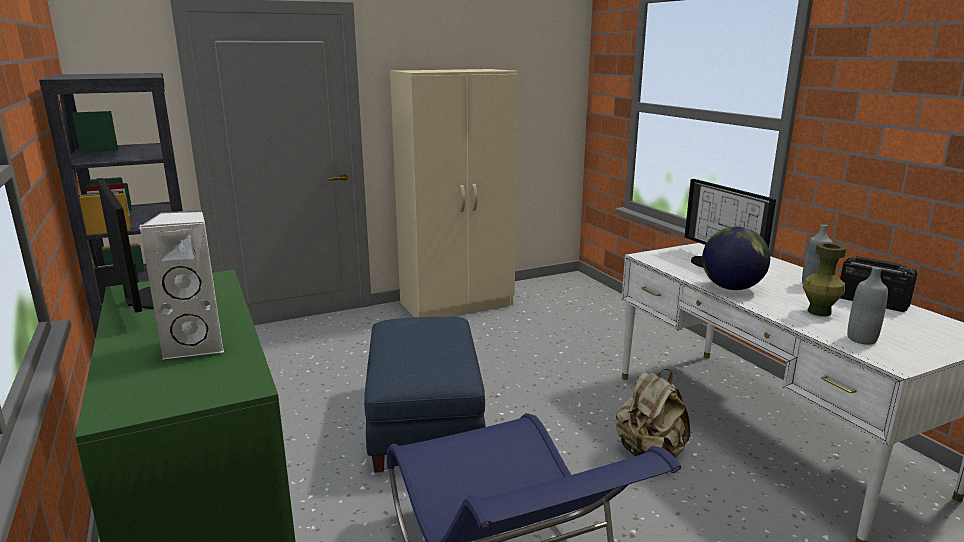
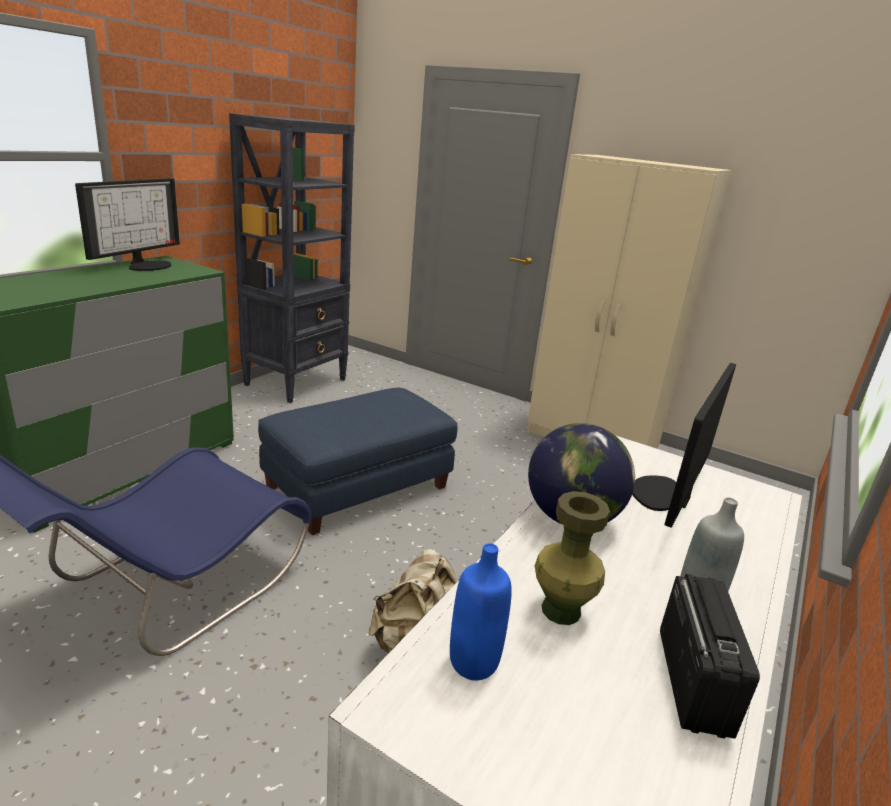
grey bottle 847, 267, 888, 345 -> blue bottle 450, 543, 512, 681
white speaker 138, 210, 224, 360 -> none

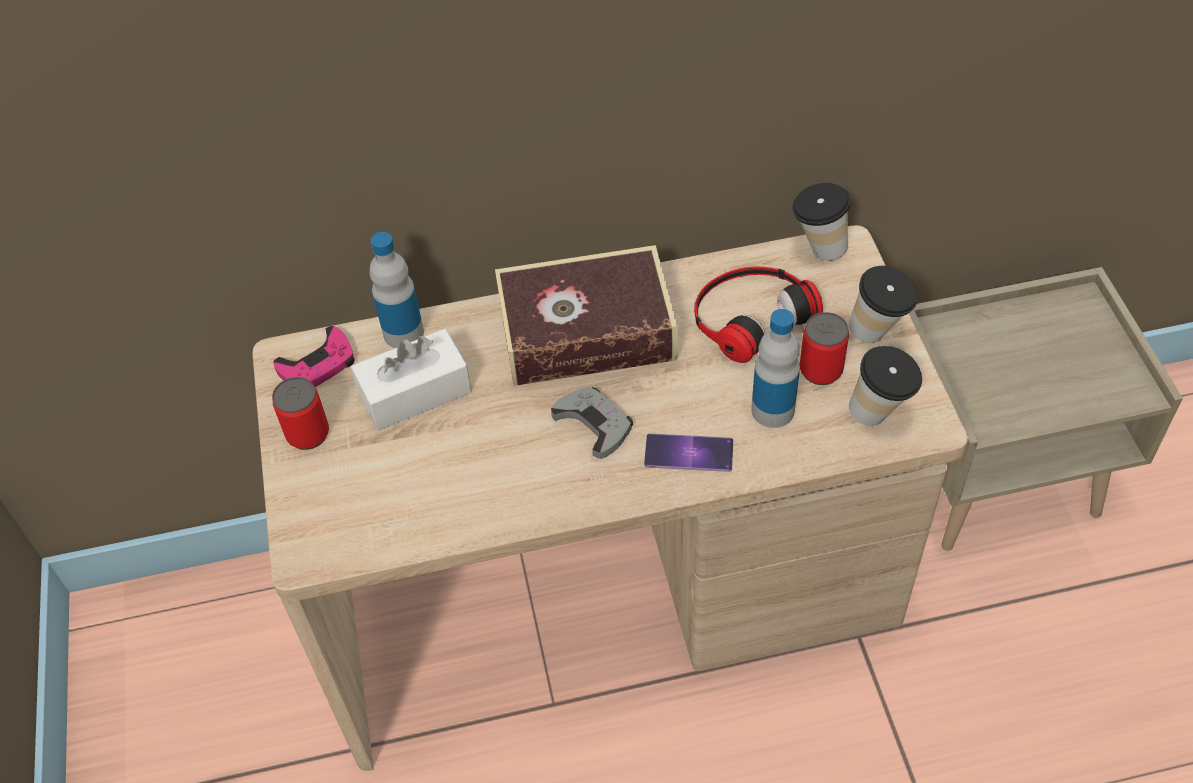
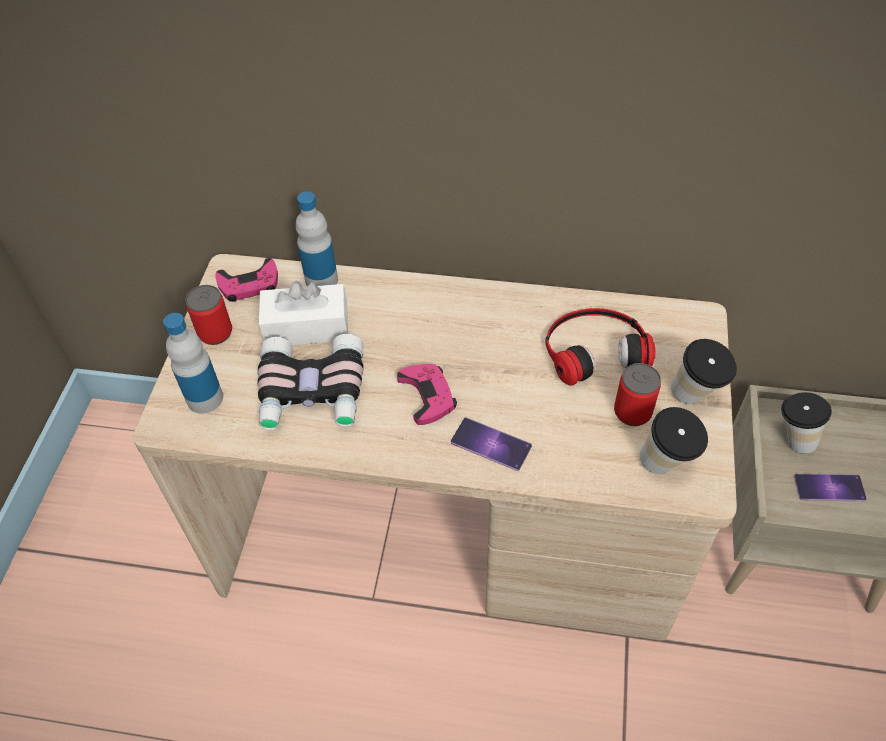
bottle 751, 309, 800, 428 -> bottle 163, 313, 223, 414, shifted
none -> binoculars 258, 334, 364, 430
grey game controller 551, 387, 633, 459 -> pink game controller 397, 364, 457, 425
cup 792, 183, 850, 261 -> cup 781, 392, 832, 454, shifted
none -> phone 794, 474, 867, 501
book 495, 245, 678, 386 -> none

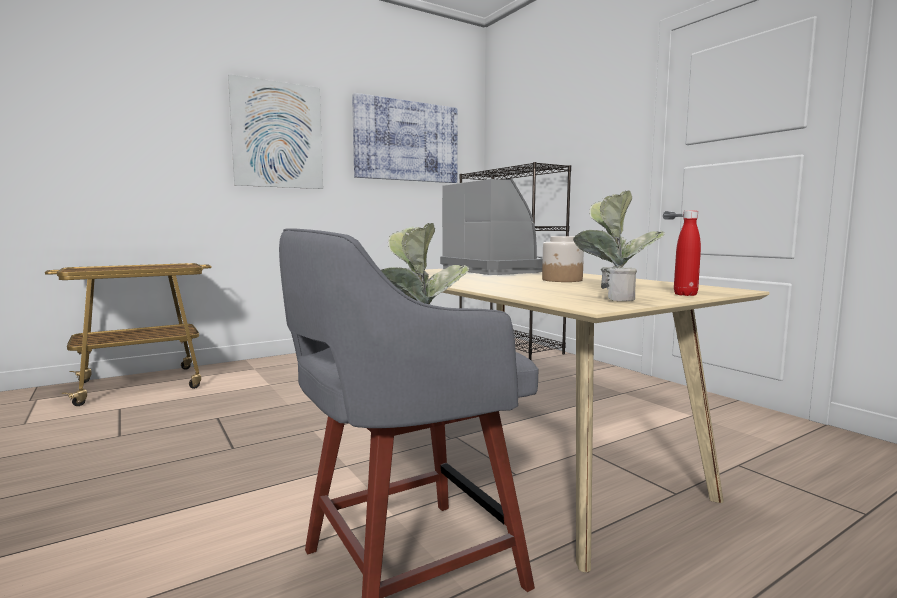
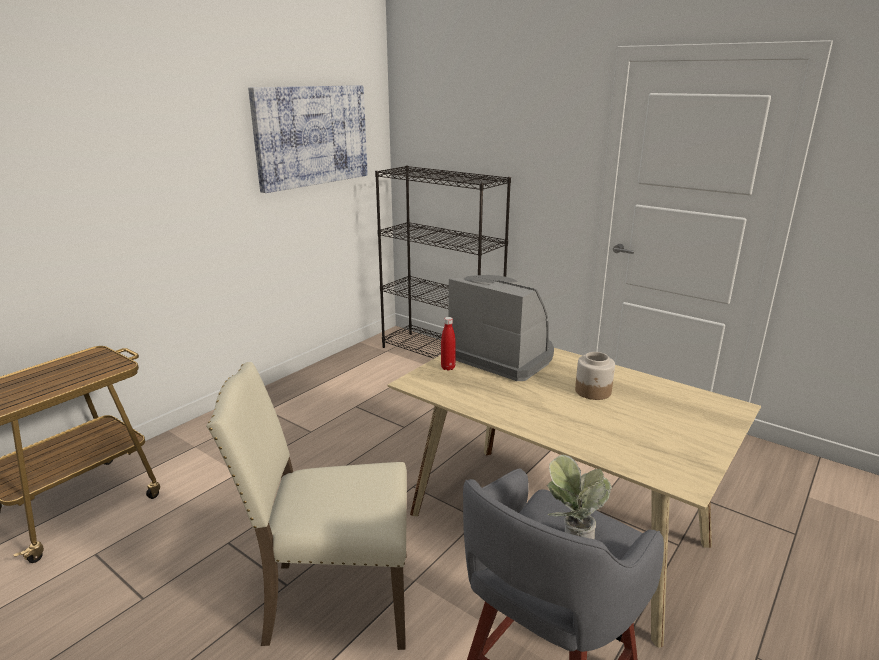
none -> beige chair 206, 362, 407, 650
red bottle 674, 210, 701, 296 -> red bottle 441, 317, 456, 370, shifted
picture 228, 74, 323, 189 -> none
potted plant 573, 191, 665, 301 -> none

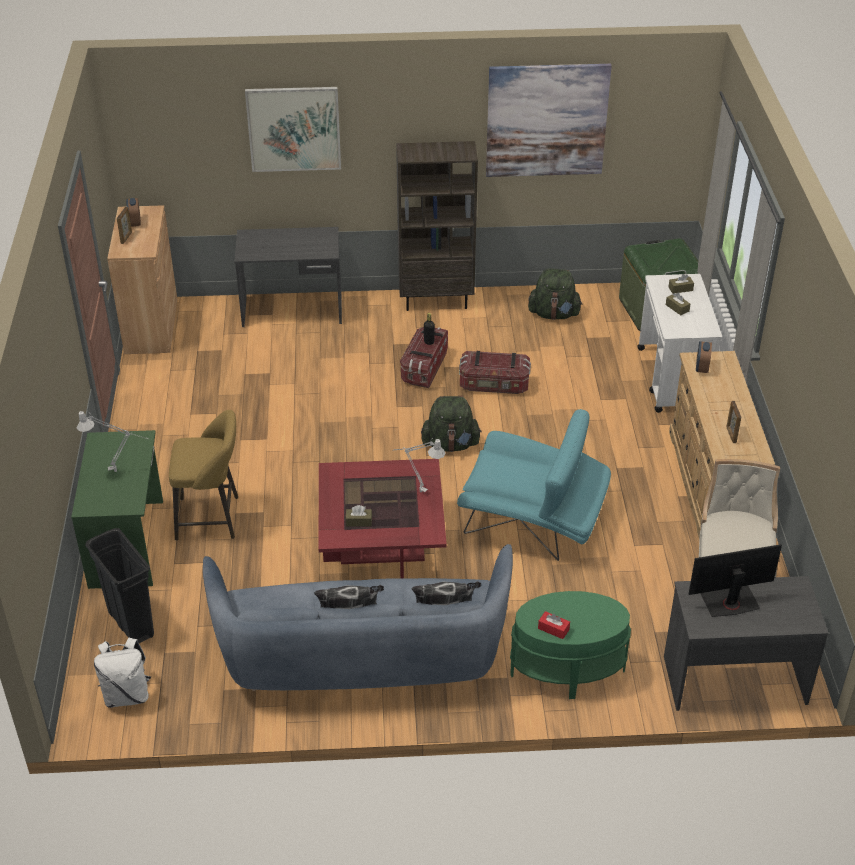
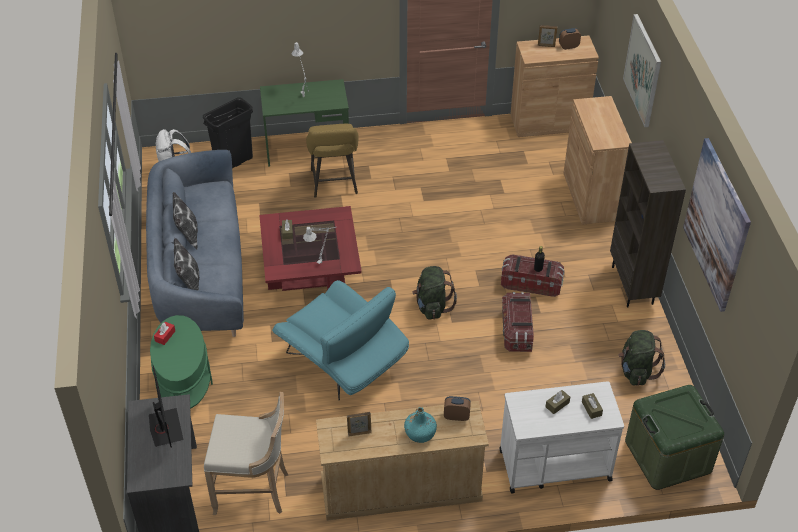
turquoise armchair 457, 409, 611, 561 -> turquoise armchair 272, 280, 409, 400, 60 degrees counterclockwise
none -> turquoise bottle 404, 407, 437, 443
grey desk 235, 227, 342, 327 -> brown cabinet 564, 96, 632, 225

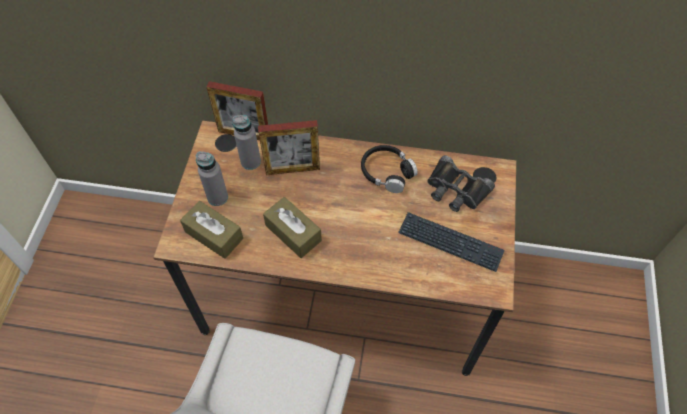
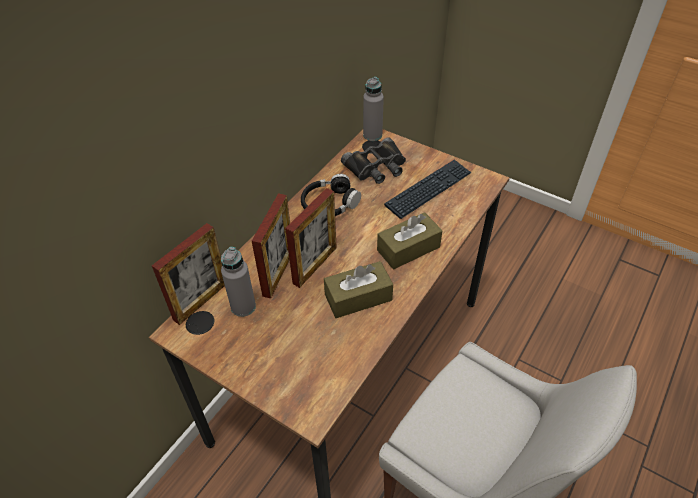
none -> picture frame 285, 188, 337, 288
grey bottle 195, 151, 228, 206 -> grey bottle 363, 77, 384, 141, shifted
brown tissue box 180, 201, 243, 259 -> brown tissue box 377, 212, 443, 269, shifted

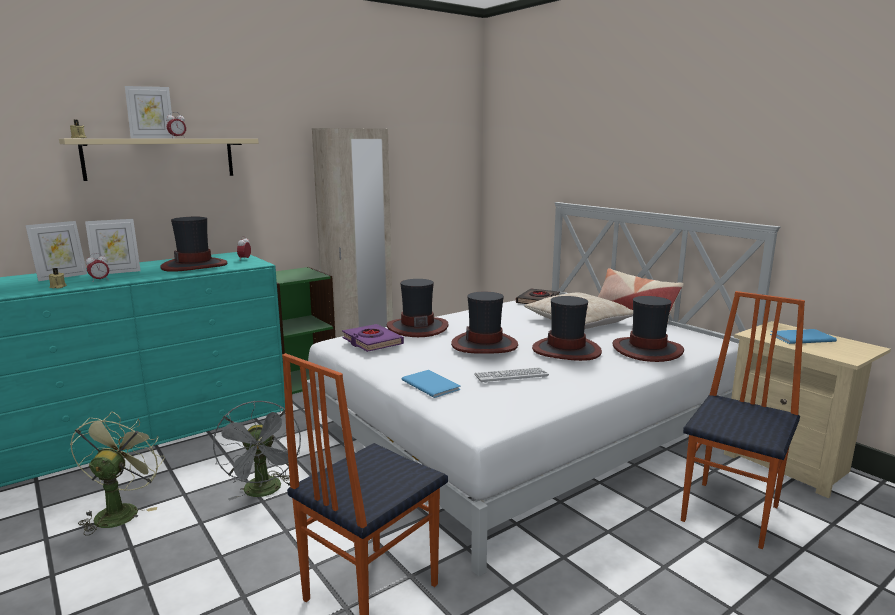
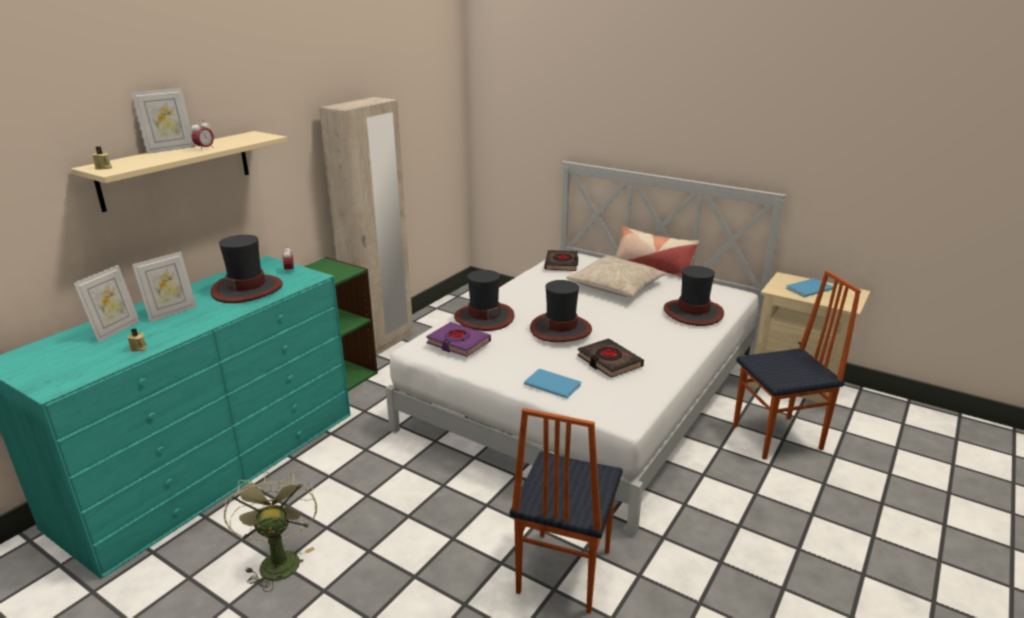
keyboard 474, 367, 549, 383 -> black book 577, 338, 644, 378
chair 681, 291, 805, 549 -> chair 733, 270, 861, 460, 60 degrees clockwise
alarm clock 86, 253, 109, 281 -> none
grey fan 213, 400, 301, 501 -> none
hat 532, 296, 602, 361 -> none

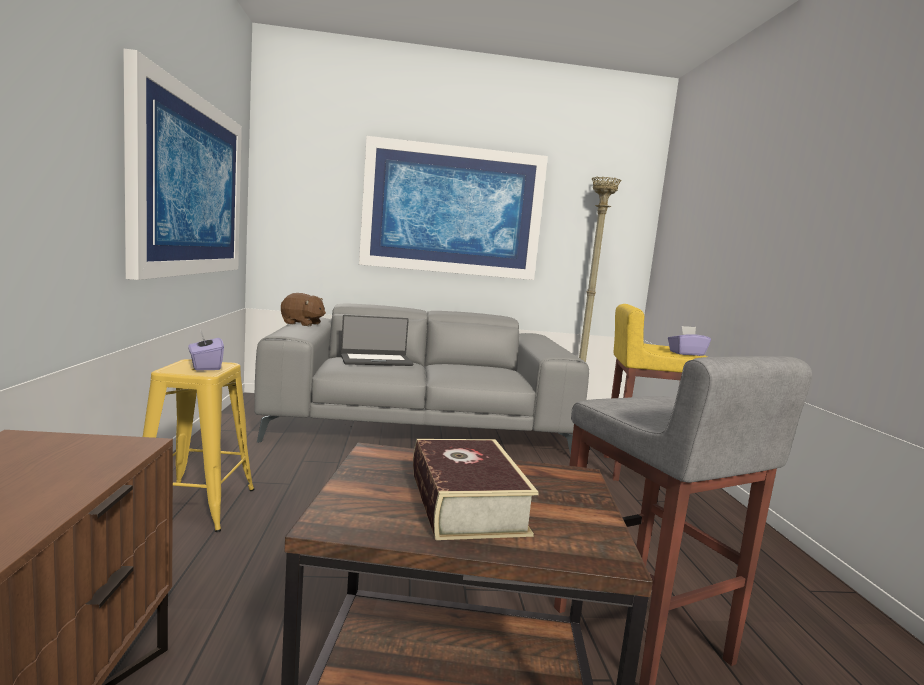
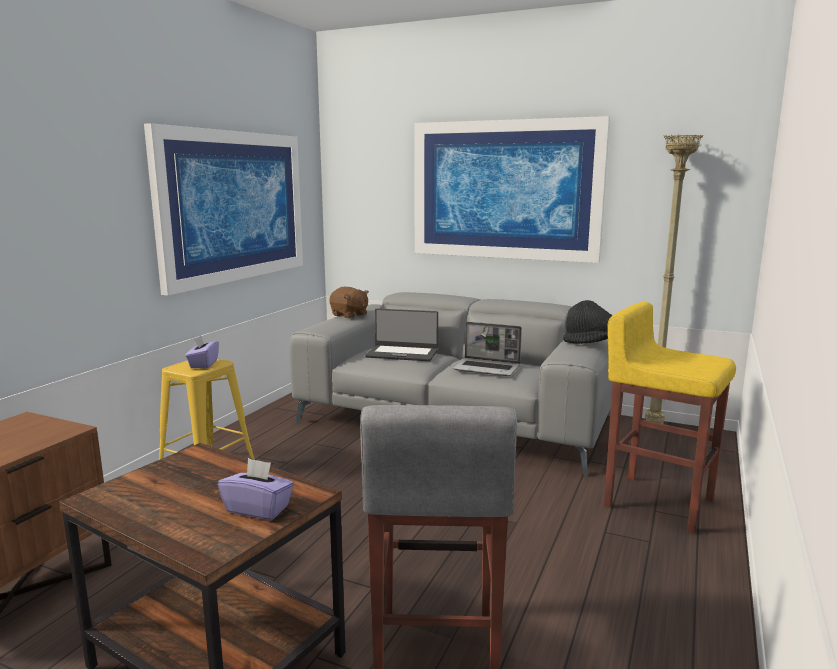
purple tissue box 668, 326, 711, 356 -> purple tissue box 218, 458, 294, 520, shifted
none -> laptop 453, 322, 522, 376
none -> black hat 563, 300, 612, 344
book 413, 439, 539, 540 -> none

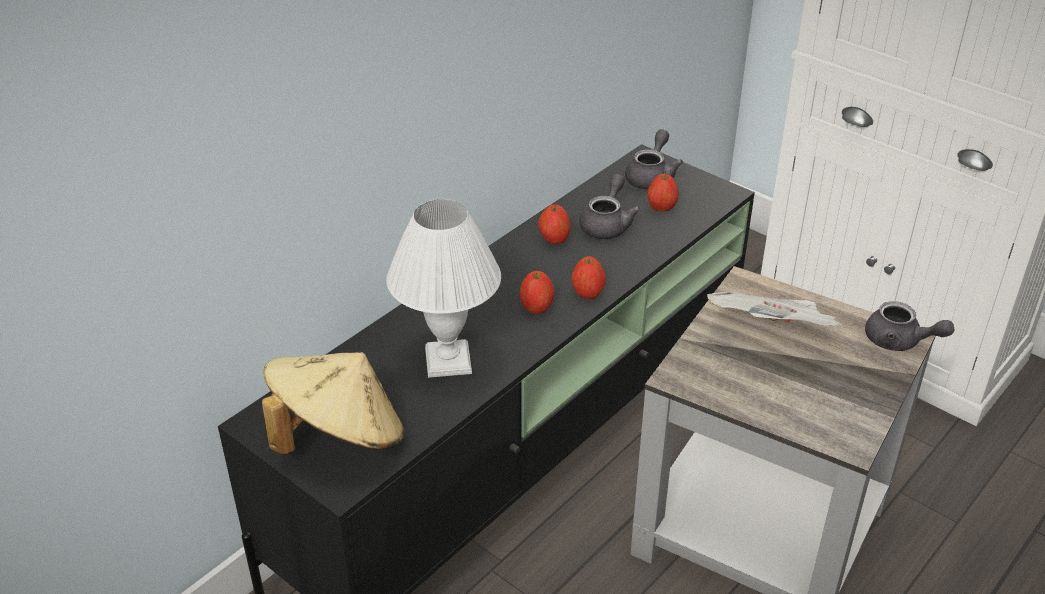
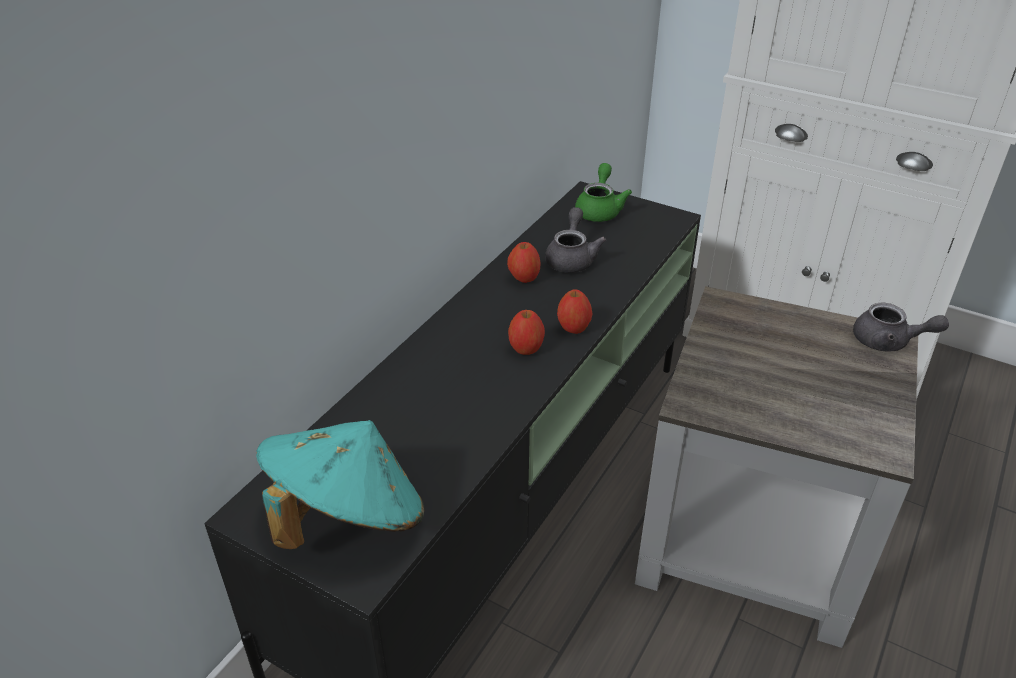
beige hat 262, 352, 405, 454 -> turquoise hat 256, 420, 424, 549
grey teapot 625, 129, 683, 190 -> green teapot 575, 163, 632, 222
white table lamp 386, 199, 501, 378 -> none
apple 647, 174, 679, 211 -> none
newspaper 707, 291, 843, 326 -> none

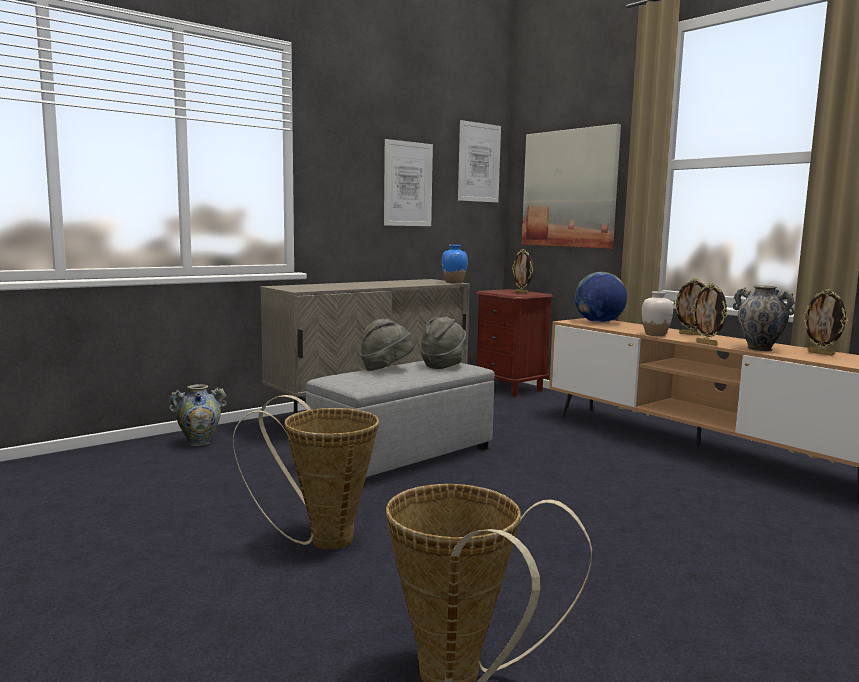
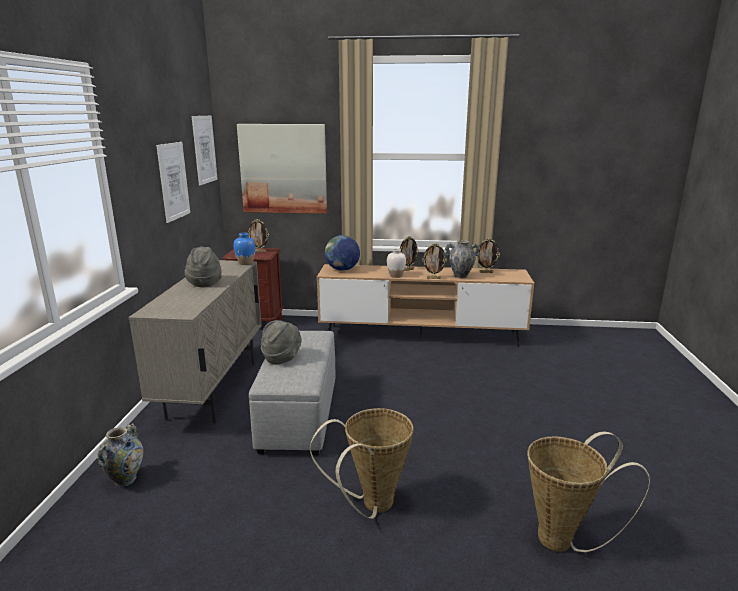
grey hat 420, 317, 468, 369 -> grey hat 184, 246, 221, 287, shifted

